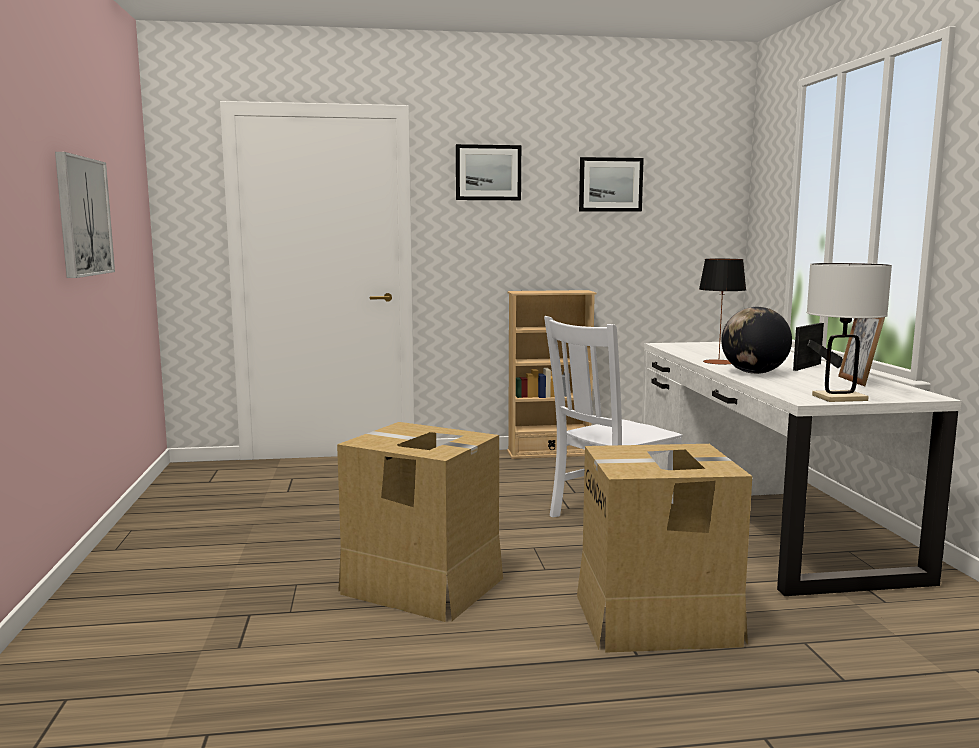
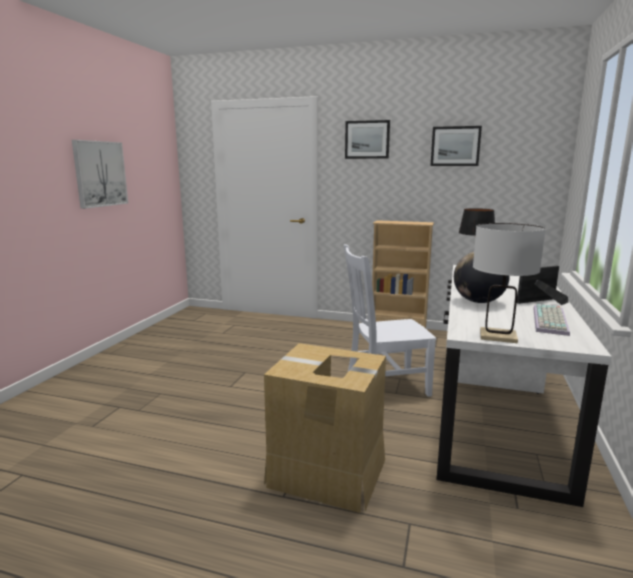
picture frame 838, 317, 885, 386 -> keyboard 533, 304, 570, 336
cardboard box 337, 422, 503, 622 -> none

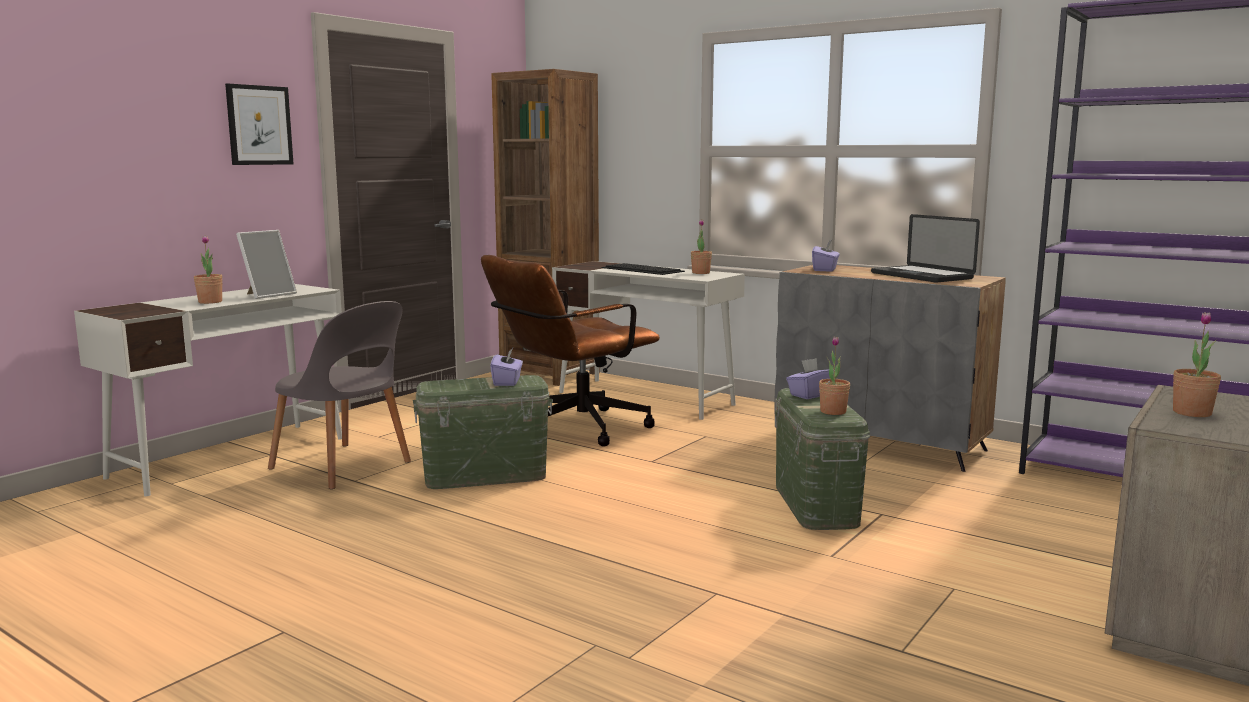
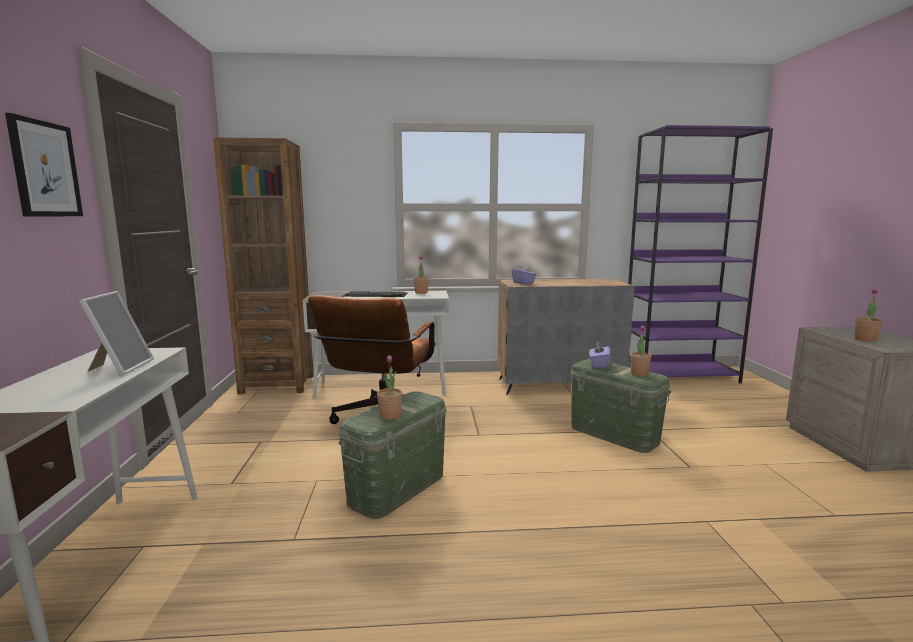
potted plant 194, 236, 223, 304 -> potted plant 377, 355, 402, 420, shifted
grey chair 268, 301, 411, 489 -> none
purple tissue box 490, 348, 523, 386 -> none
laptop 871, 214, 980, 283 -> none

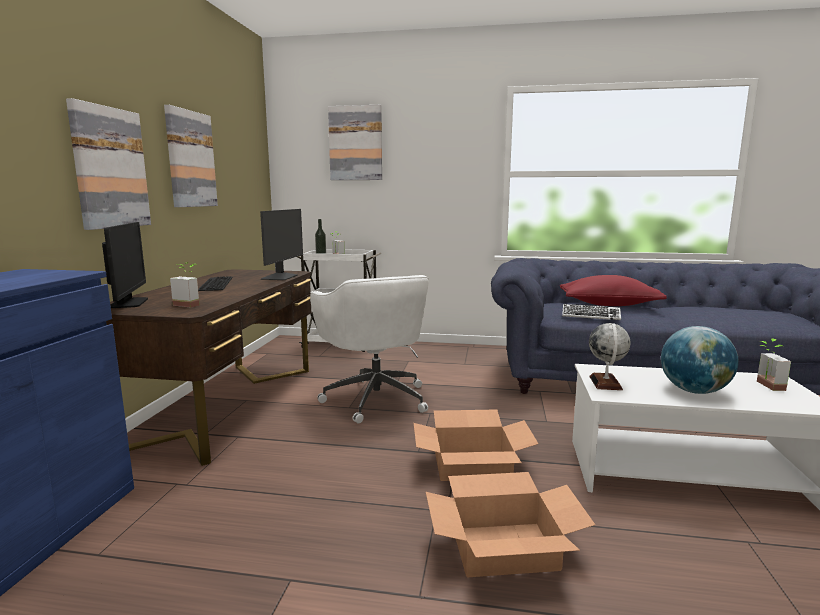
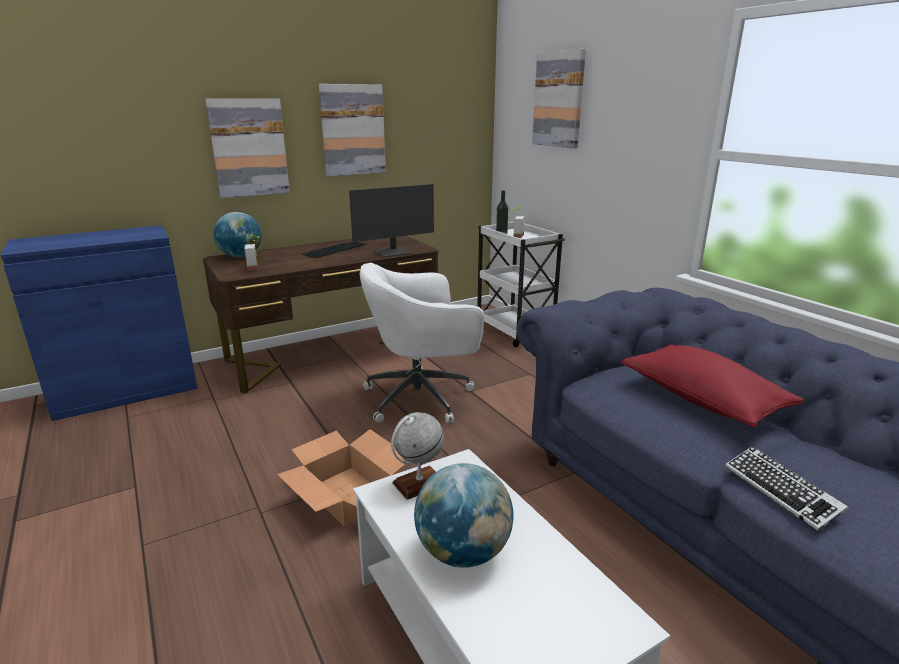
monitor 102, 222, 148, 308 -> globe 214, 212, 262, 258
white office chair 310, 275, 429, 424 -> white office chair 360, 263, 484, 423, 45 degrees clockwise
keyboard 562, 304, 621, 320 -> keyboard 725, 446, 848, 531, shifted
cardboard box 426, 472, 595, 577 -> none
potted plant 757, 338, 791, 391 -> none

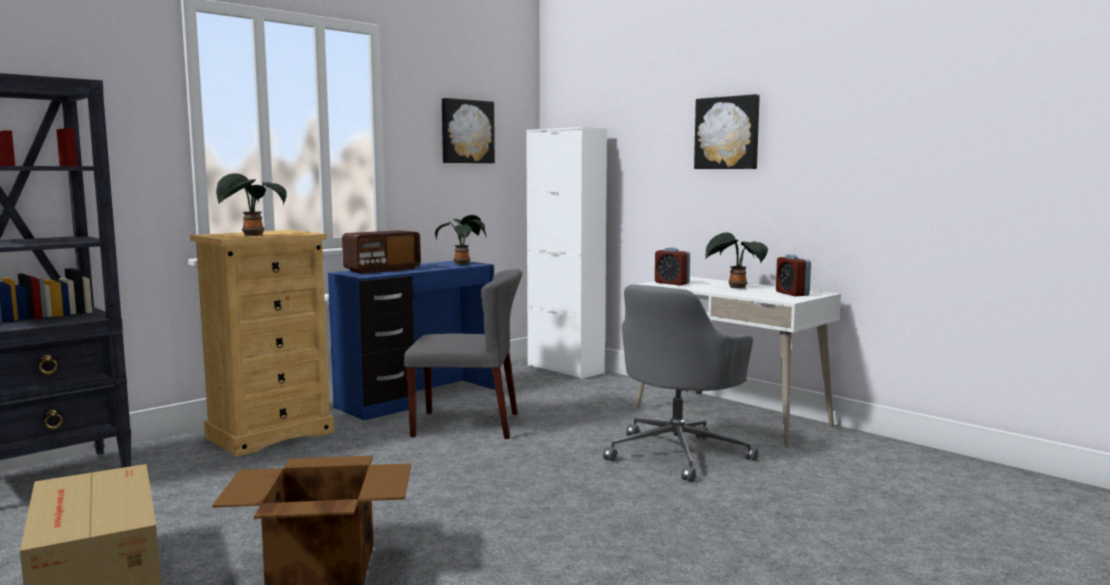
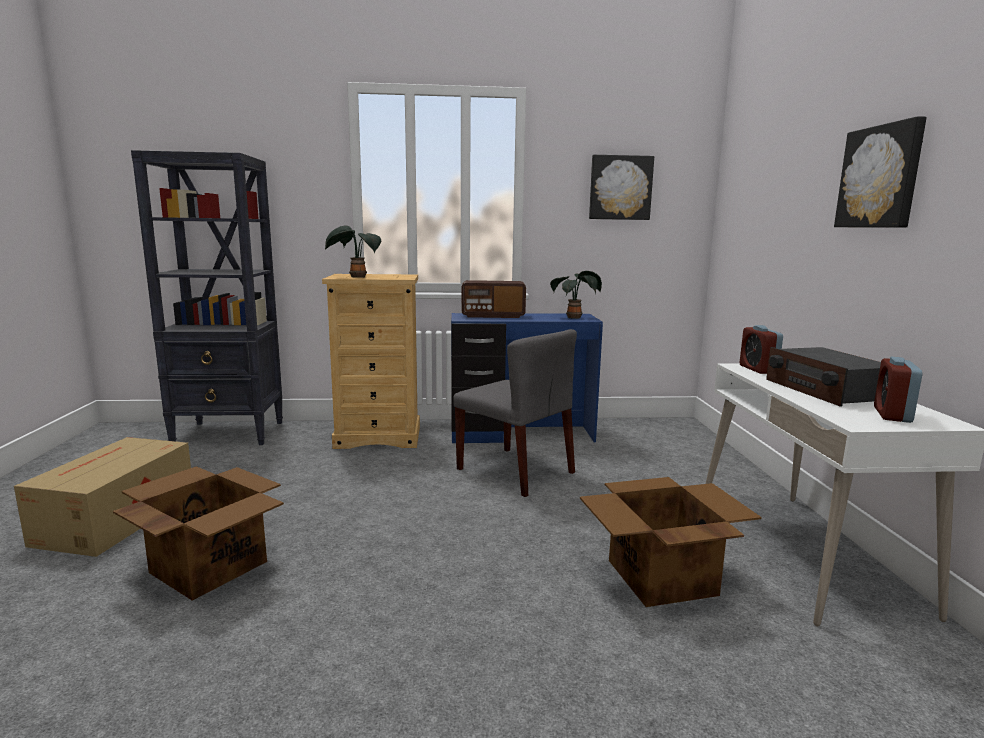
grey office chair 603, 285, 758, 482 -> cardboard box 580, 477, 762, 607
potted plant 705, 233, 768, 289 -> radio 766, 347, 881, 407
white cabinet 526, 127, 607, 379 -> none

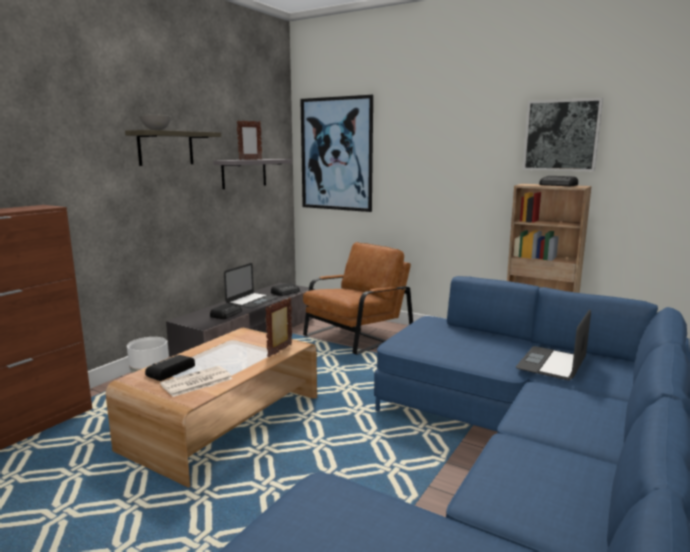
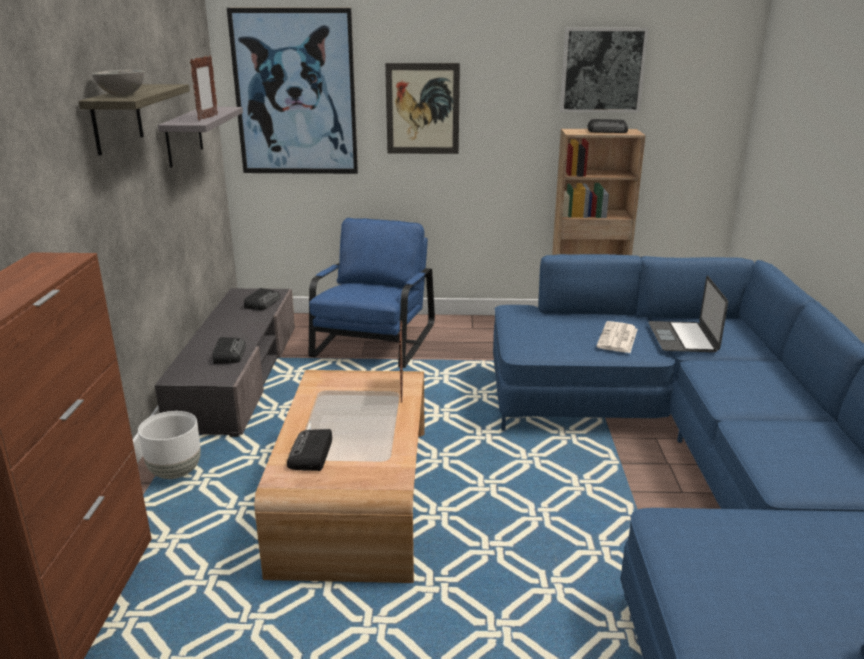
brown armchair 303, 242, 413, 355 -> blue armchair 309, 218, 435, 368
none -> picture 385, 63, 460, 154
newspaper 160, 366, 233, 397 -> newspaper 596, 321, 638, 353, shifted
laptop 224, 263, 278, 308 -> none

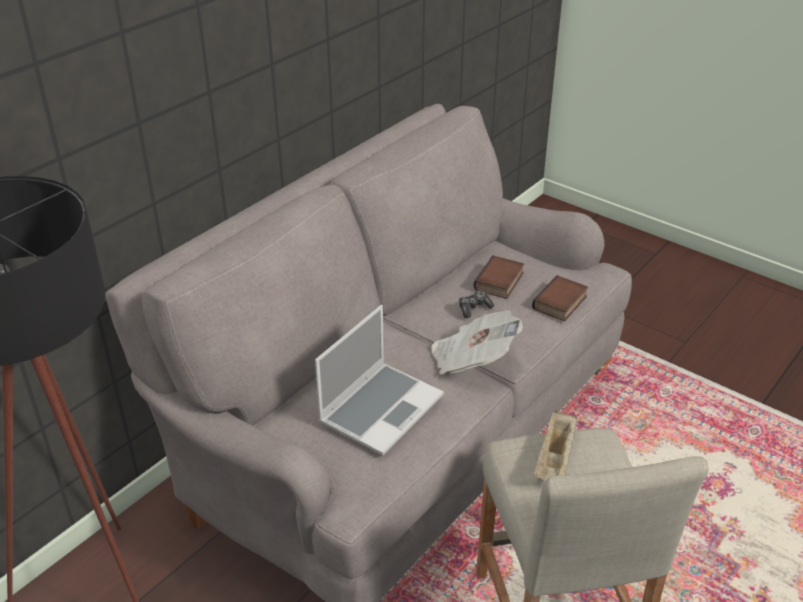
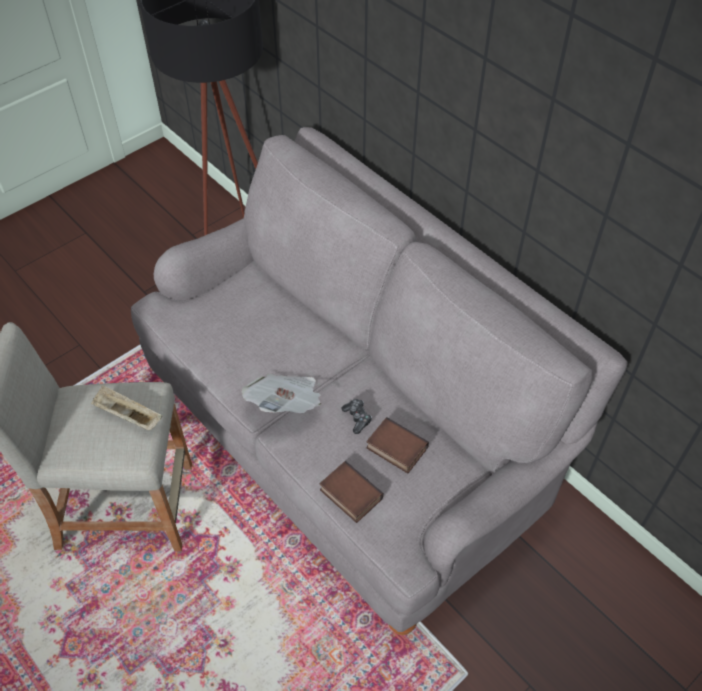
laptop 315, 305, 444, 456 -> none

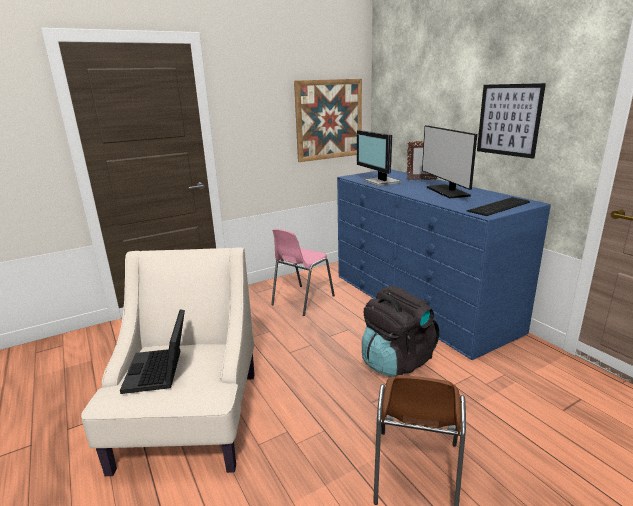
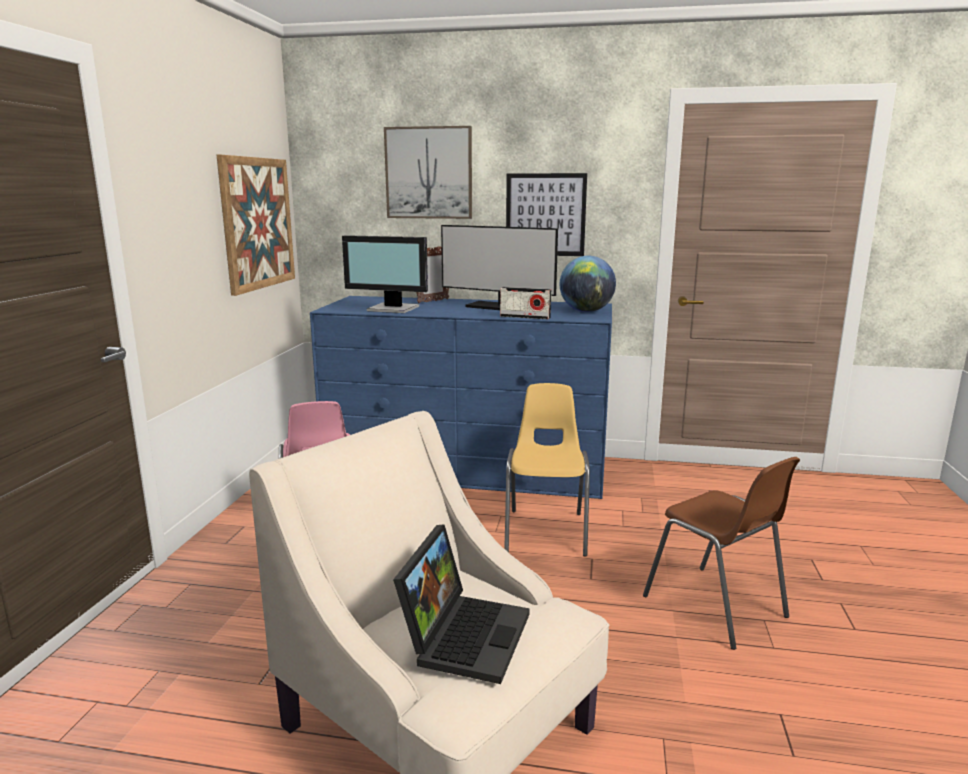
none -> picture 384, 126, 472, 219
laptop 120, 310, 185, 394 -> laptop 393, 524, 530, 684, 105 degrees counterclockwise
none -> radio 500, 287, 551, 319
black backpack 362, 286, 439, 377 -> yellow chair 504, 383, 590, 557
keyboard 467, 197, 530, 216 -> globe 560, 256, 616, 312

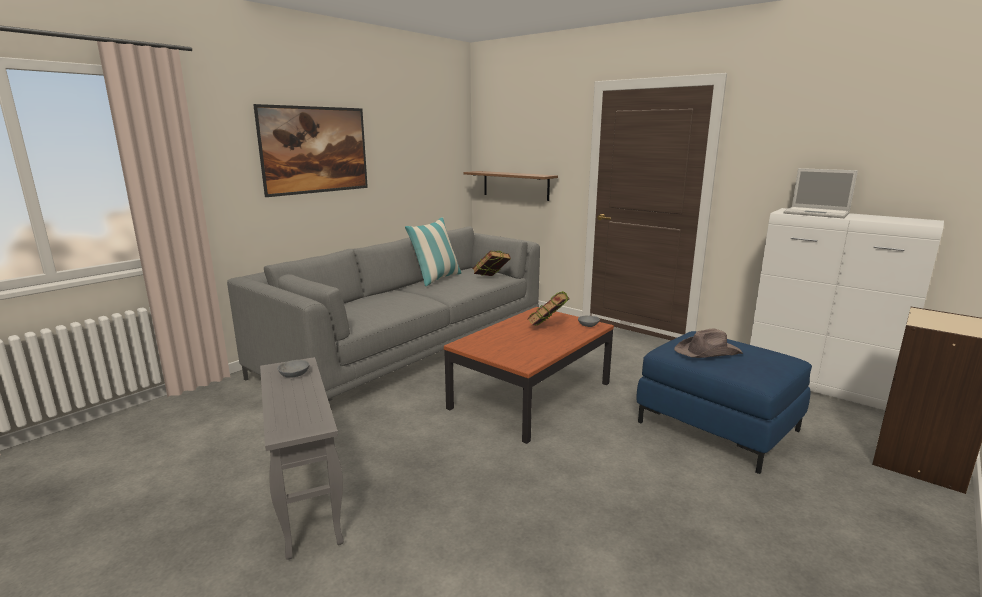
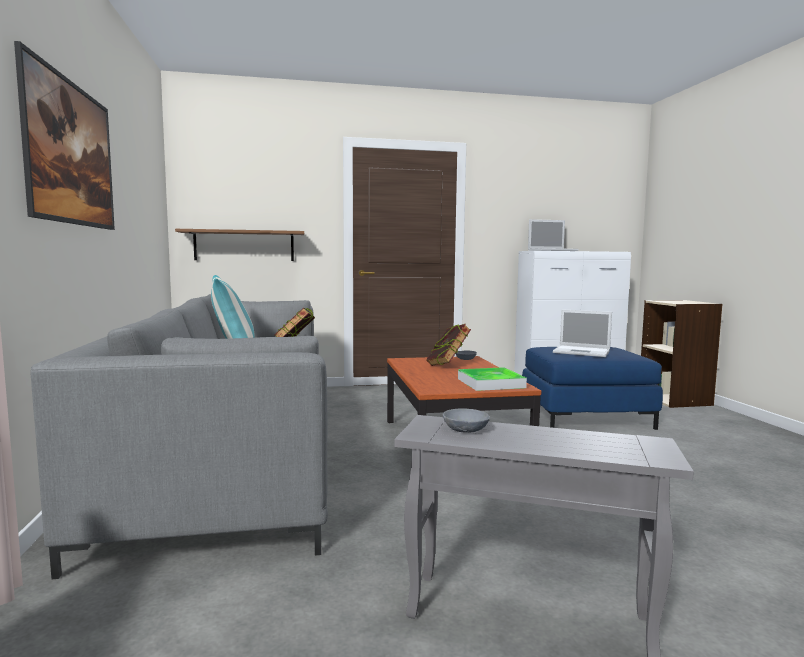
none -> tray 458, 367, 527, 391
brown hat 674, 329, 743, 358 -> laptop 553, 309, 612, 357

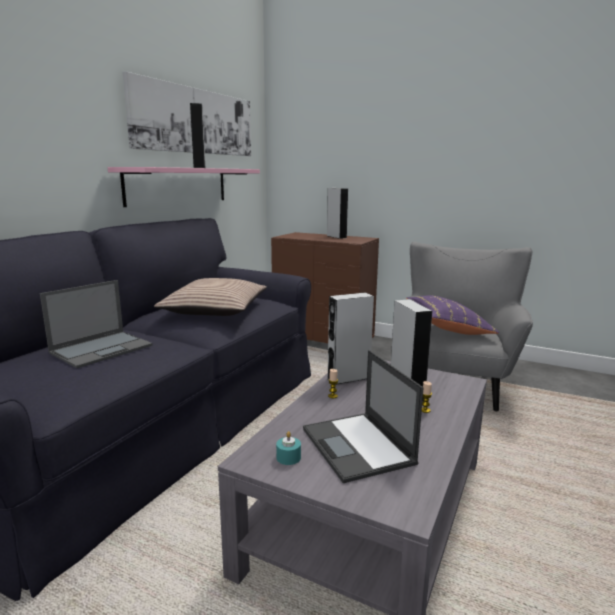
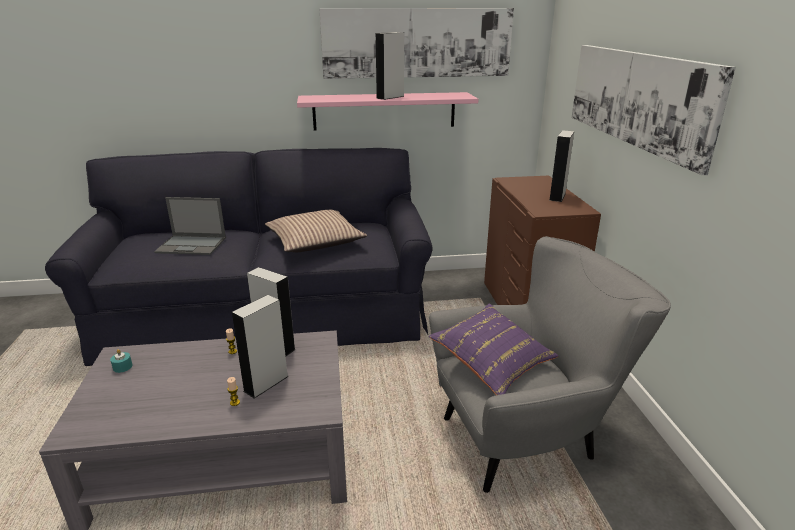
none -> picture 572, 45, 736, 175
laptop 303, 350, 424, 483 -> none

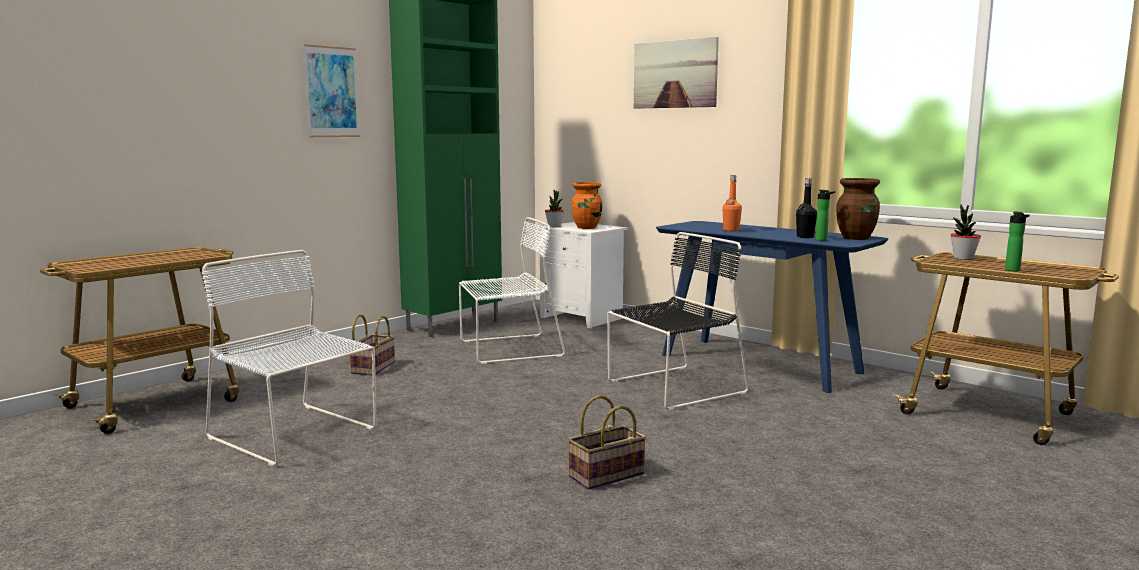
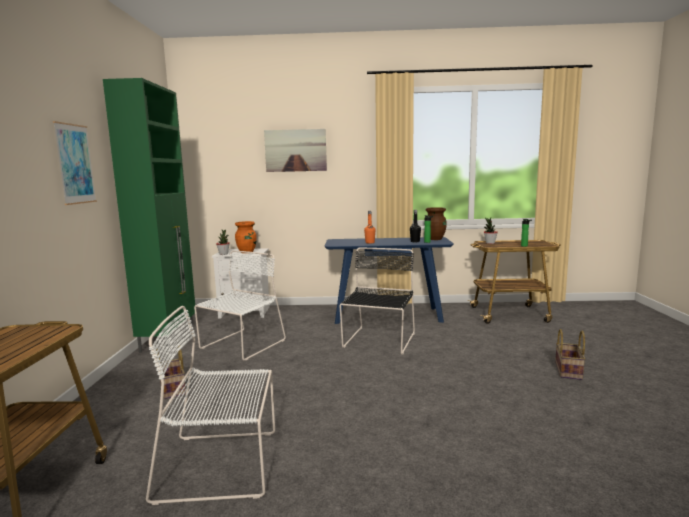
basket 568, 395, 646, 490 -> basket 555, 329, 586, 380, shifted

